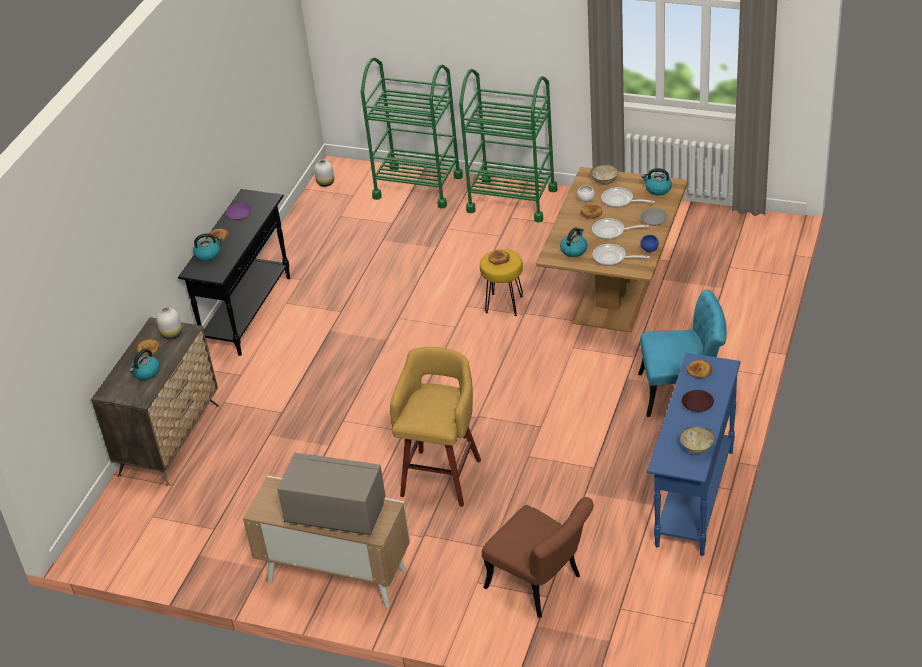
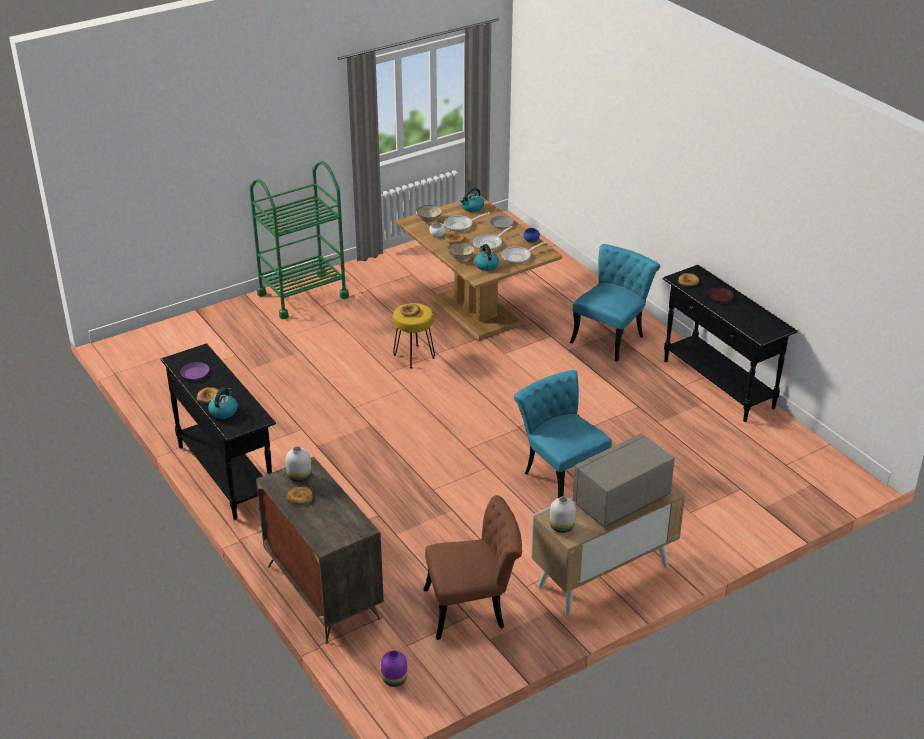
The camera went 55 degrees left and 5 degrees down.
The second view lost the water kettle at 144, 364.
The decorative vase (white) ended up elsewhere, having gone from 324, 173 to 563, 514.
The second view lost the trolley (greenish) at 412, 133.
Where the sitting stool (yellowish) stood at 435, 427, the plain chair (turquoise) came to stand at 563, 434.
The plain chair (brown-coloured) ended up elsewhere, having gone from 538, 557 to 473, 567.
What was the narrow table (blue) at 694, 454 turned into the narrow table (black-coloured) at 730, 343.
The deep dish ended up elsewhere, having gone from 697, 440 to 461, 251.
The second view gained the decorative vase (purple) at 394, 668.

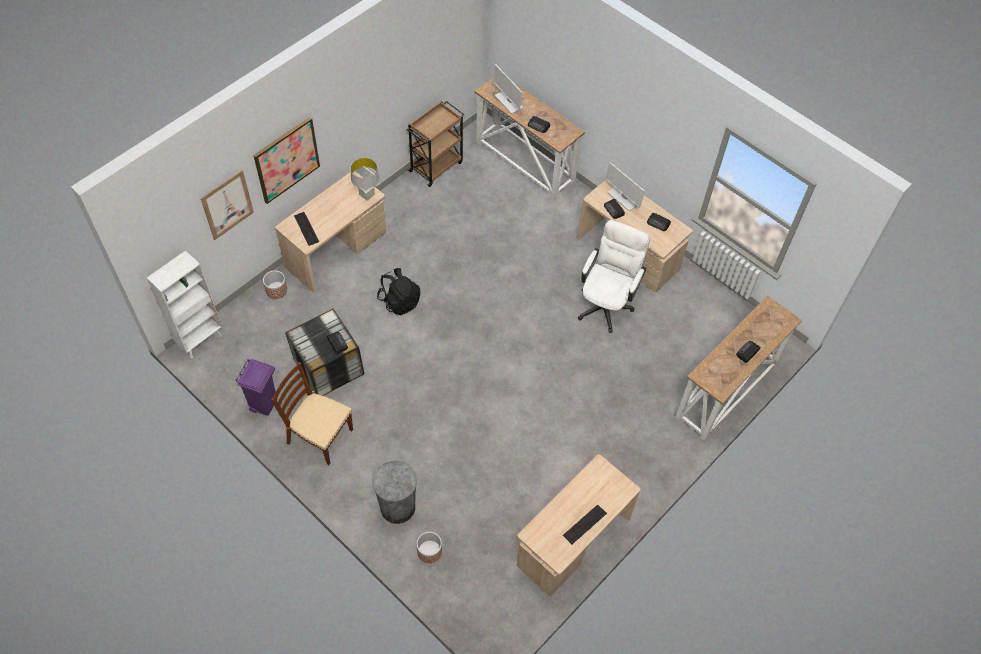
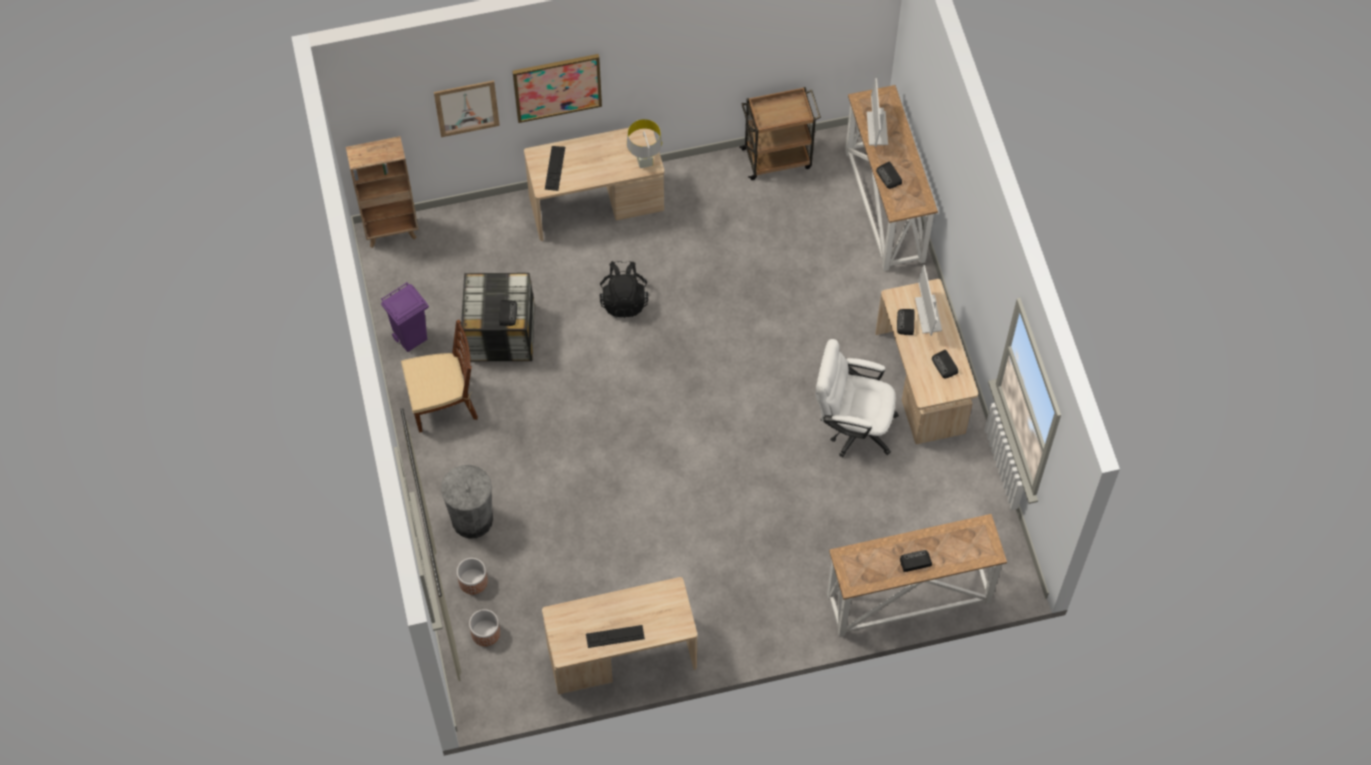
The camera went 35 degrees right and 5 degrees up.
What was the bookshelf (white) at 184, 304 turned into the bookshelf (brown-coloured) at 382, 192.
The flower pot ended up elsewhere, having gone from 275, 284 to 484, 627.
The plain chair (brown-coloured) at 312, 413 ended up facing another way, 105 degrees clockwise from before.
The desk chair (white) at 614, 276 ended up facing another way, 135 degrees counterclockwise from before.

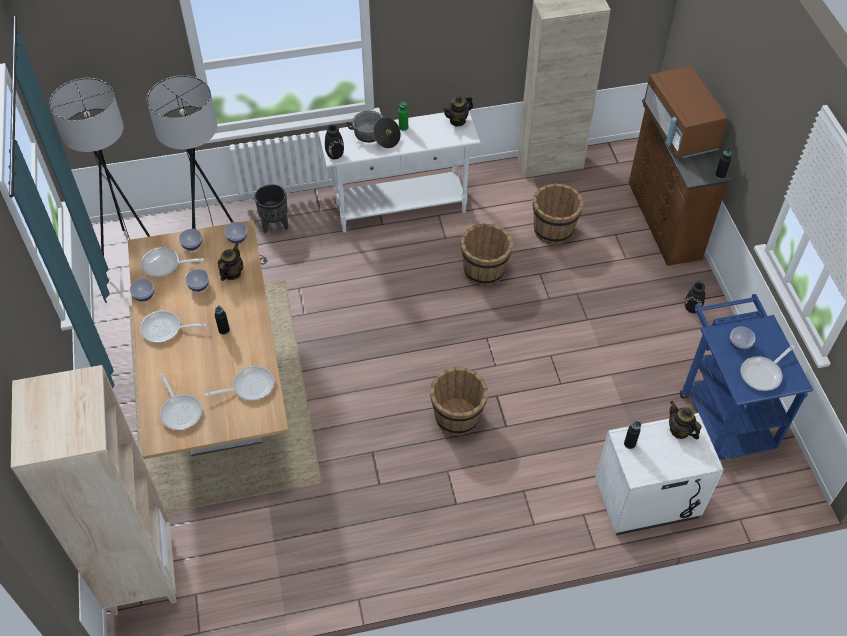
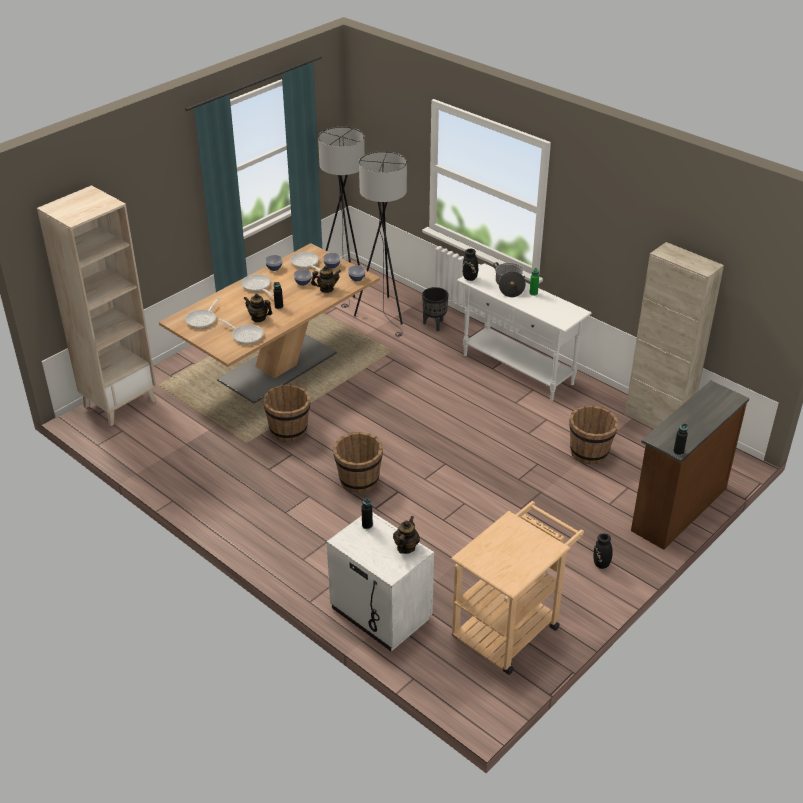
The camera went 55 degrees right and 15 degrees down.
The teapot ended up elsewhere, having gone from 458, 111 to 258, 308.
The bucket (brown-coloured) ended up elsewhere, having gone from 487, 255 to 286, 413.
The second view lost the microwave (brown-coloured) at 685, 112.
What was the trolley (blue) at 746, 377 turned into the trolley (beige-coloured) at 517, 588.
The second view lost the deep dish at 742, 339.
The second view lost the frying pan at 768, 368.

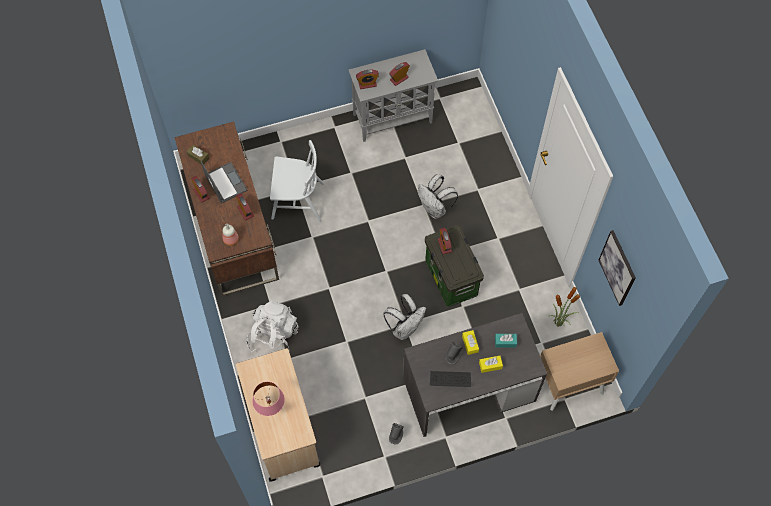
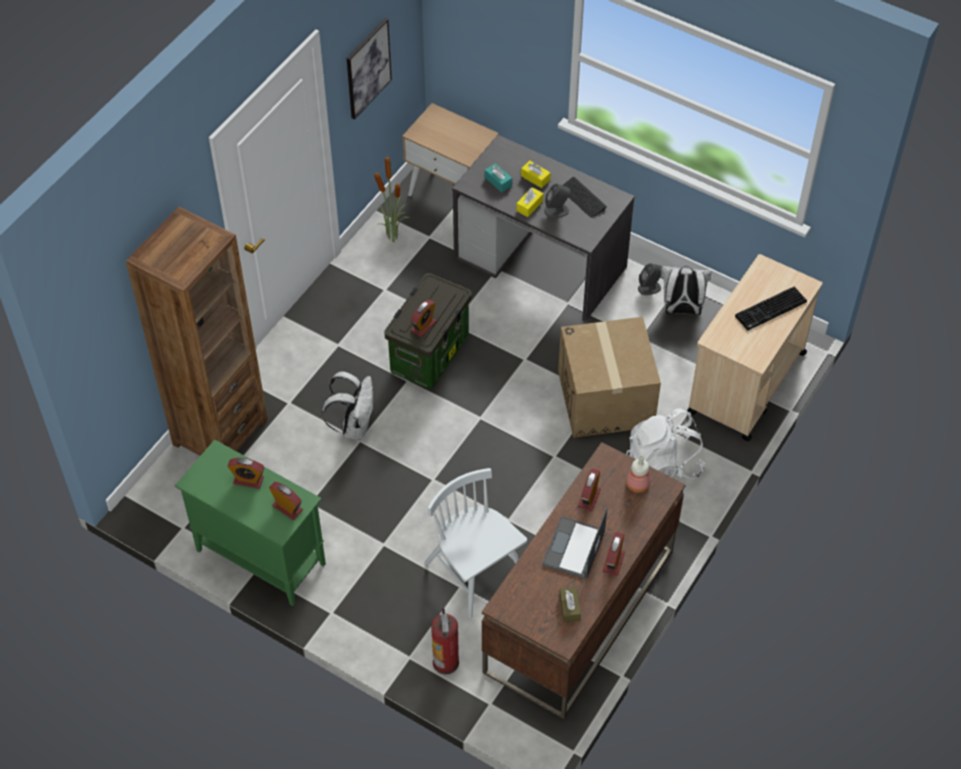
The camera went 130 degrees left and 10 degrees down.
Where the table lamp (pink-coloured) stood at 268, 399, the PC keyboard came to stand at 771, 308.
What was the cupboard (gray) at 393, 95 turned into the cupboard (greenish) at 250, 523.
The knapsack (white) ended up elsewhere, having gone from 404, 317 to 686, 290.
The second view gained the bookshelf (brown-coloured) at 197, 331.
The second view gained the fire extinguisher at 445, 641.
The second view gained the carton at 609, 377.

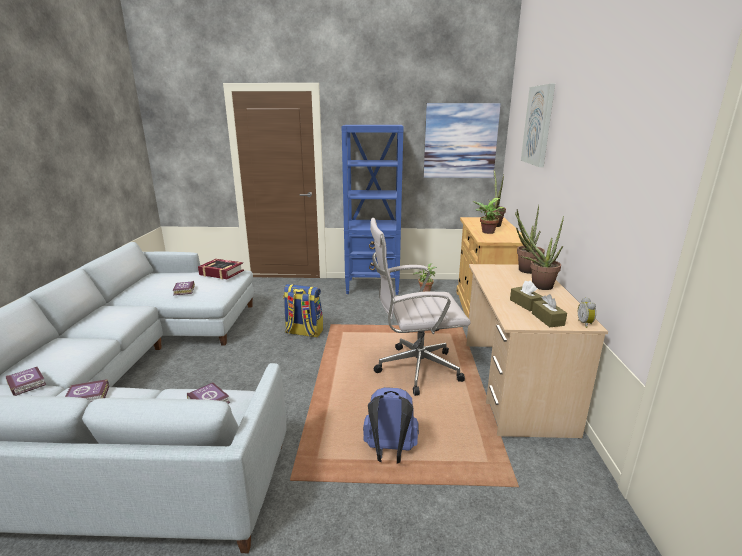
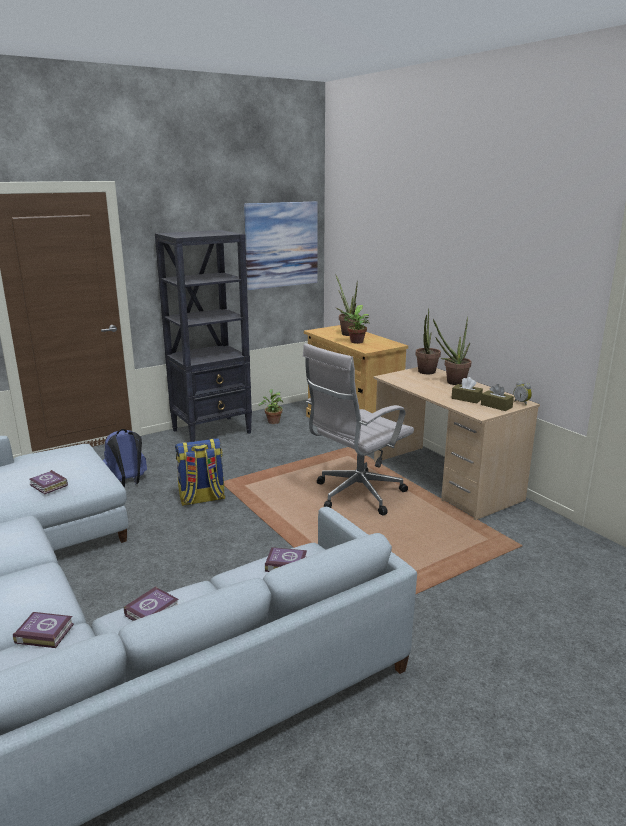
The camera went 35 degrees left and 0 degrees up.
The second view lost the bound book at 221, 269.
What was the bookshelf (blue) at 372, 210 turned into the bookshelf (black-coloured) at 203, 336.
The knapsack (blue) ended up elsewhere, having gone from 391, 425 to 125, 458.
The second view lost the wall picture at 538, 125.

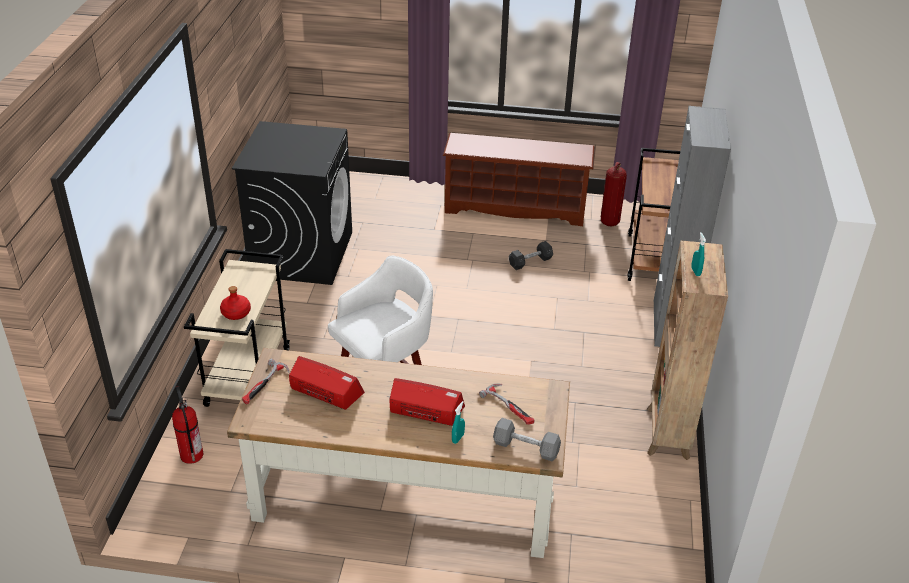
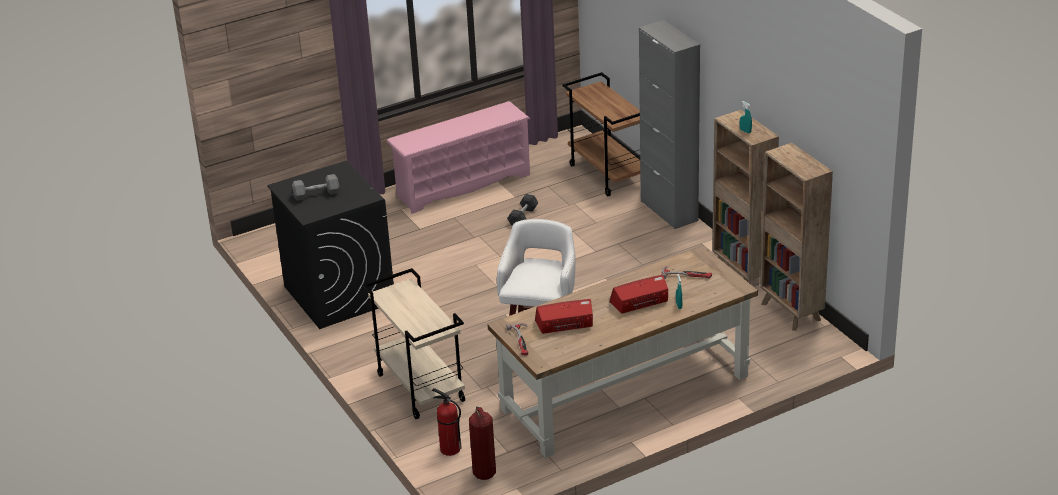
The camera went 35 degrees left and 5 degrees down.
The second view lost the bottle (red) at 235, 303.
What was the shoe rack (brown-coloured) at 519, 179 turned into the shoe rack (pink-coloured) at 458, 157.
The dumbbell (gray) ended up elsewhere, having gone from 527, 439 to 315, 187.
The fire extinguisher ended up elsewhere, having gone from 614, 194 to 482, 443.
The second view gained the bookshelf (brown-coloured) at 796, 237.

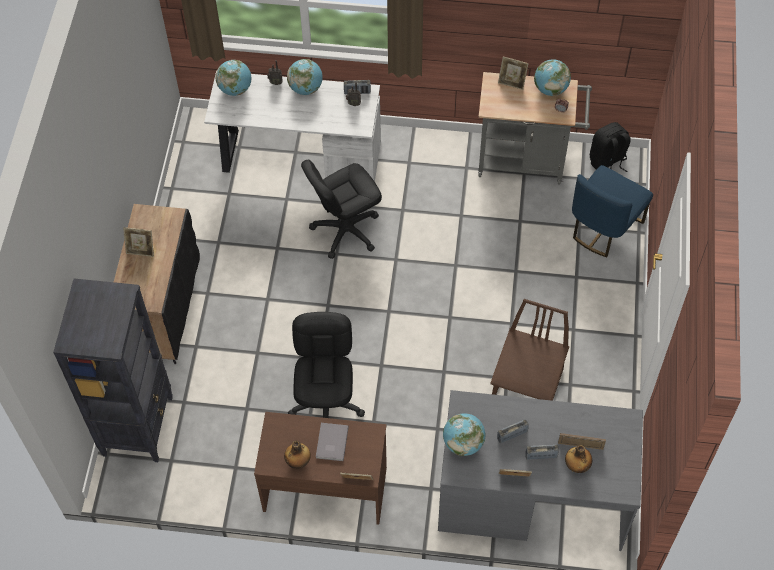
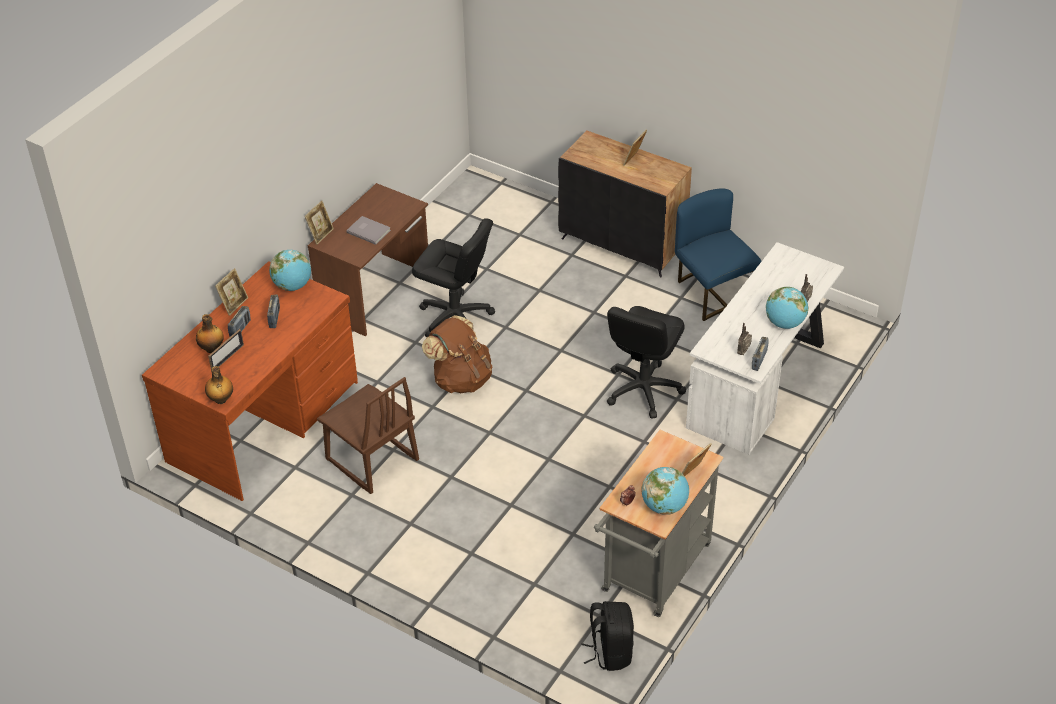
The camera went 115 degrees right and 15 degrees down.
The second view lost the bookshelf (black-coloured) at 113, 370.
The second view lost the desk globe at 233, 78.
The bottle ended up elsewhere, having gone from 297, 455 to 219, 385.
The desk chair (black-coloured) at 341, 209 ended up facing another way, 150 degrees counterclockwise from before.
What was the desk (gray) at 540, 470 turned into the desk (brown-coloured) at 250, 381.
The plain chair (blue) ended up elsewhere, having gone from 612, 211 to 718, 254.
The second view gained the knapsack (brown-coloured) at 457, 354.

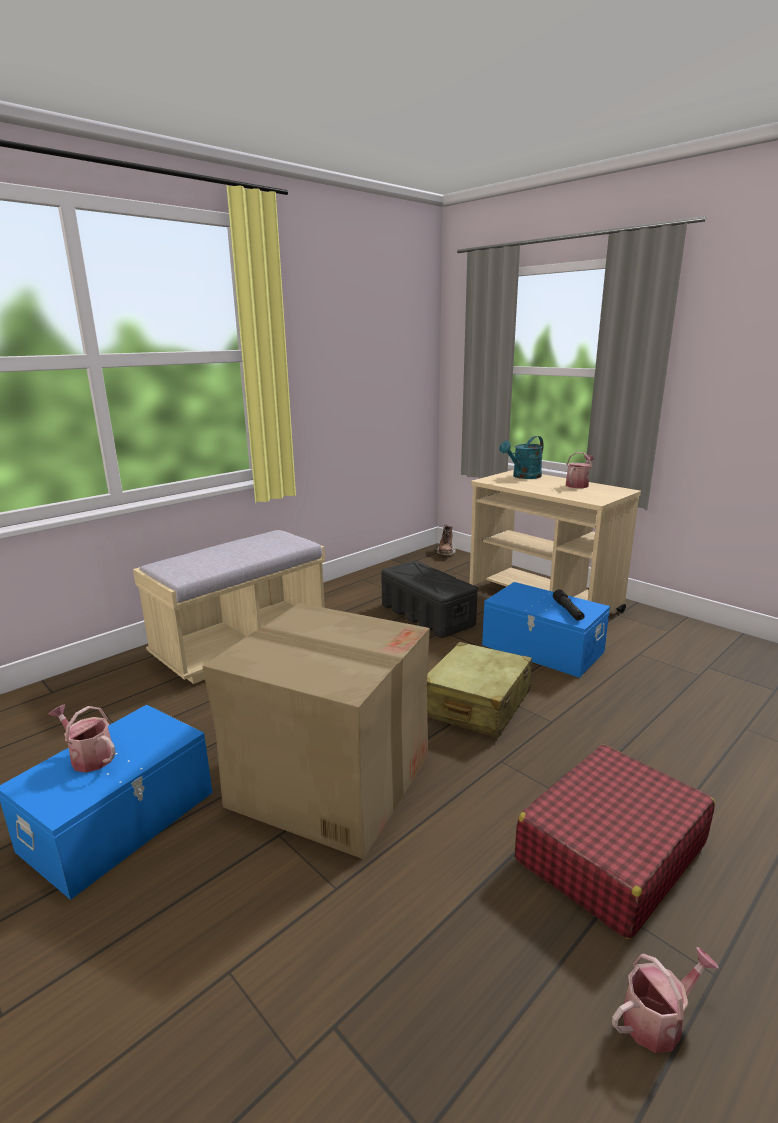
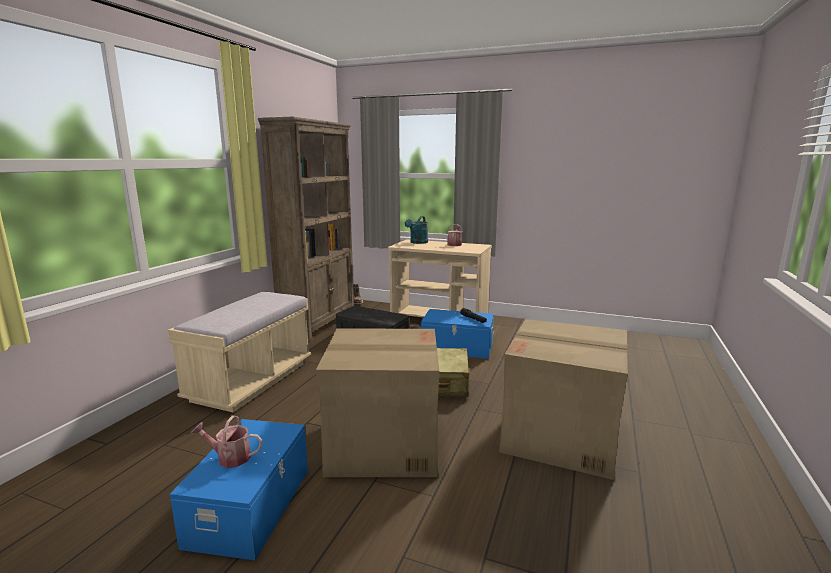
The camera went 25 degrees left and 5 degrees down.
Where the piece of luggage (red) stood at 615, 842, the carton came to stand at 563, 399.
The second view lost the sprinkling can at 665, 1000.
The second view gained the bookshelf (brown-coloured) at 306, 229.

